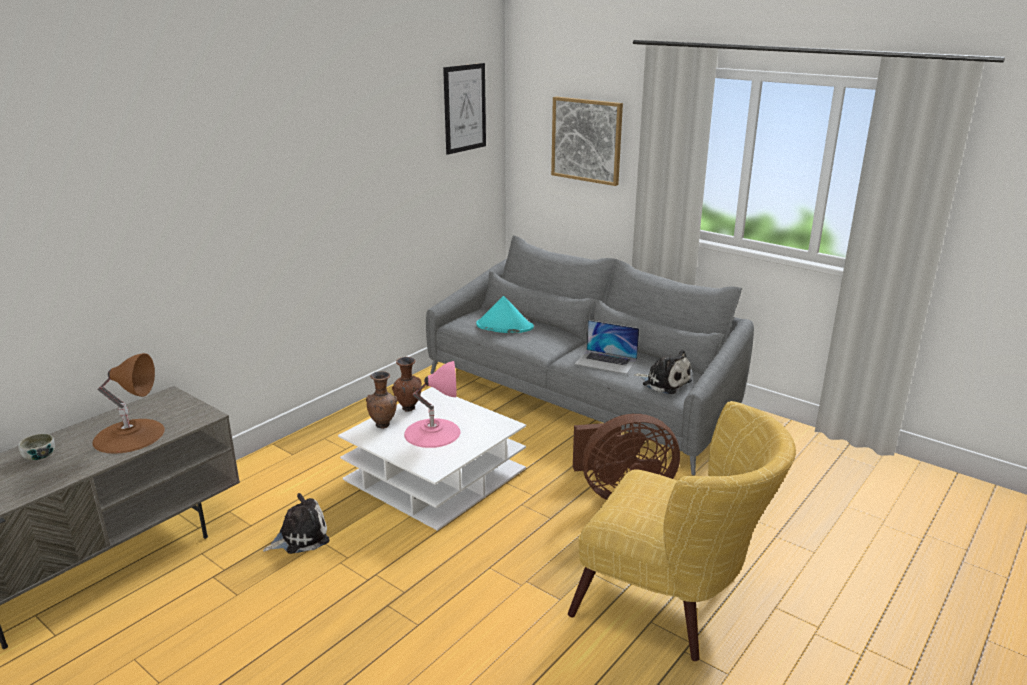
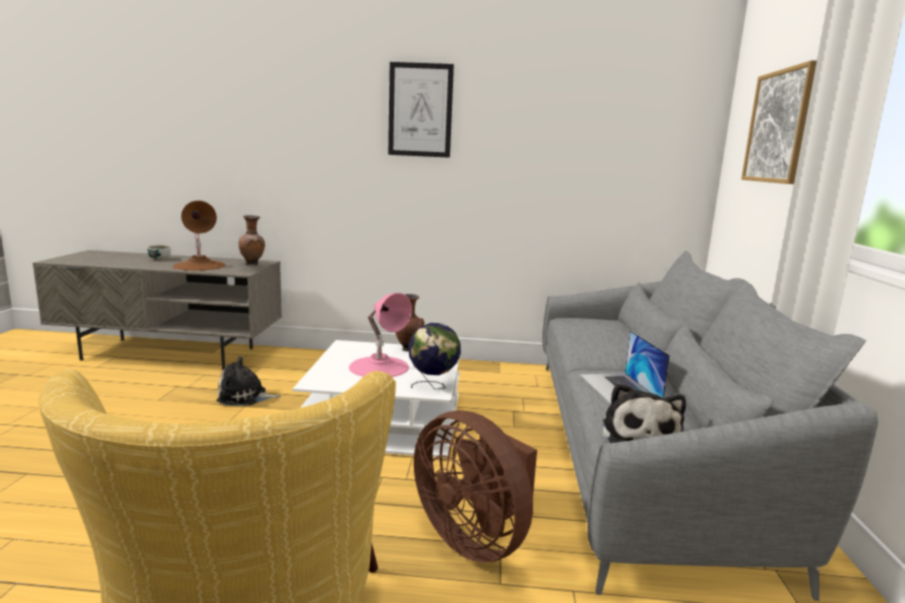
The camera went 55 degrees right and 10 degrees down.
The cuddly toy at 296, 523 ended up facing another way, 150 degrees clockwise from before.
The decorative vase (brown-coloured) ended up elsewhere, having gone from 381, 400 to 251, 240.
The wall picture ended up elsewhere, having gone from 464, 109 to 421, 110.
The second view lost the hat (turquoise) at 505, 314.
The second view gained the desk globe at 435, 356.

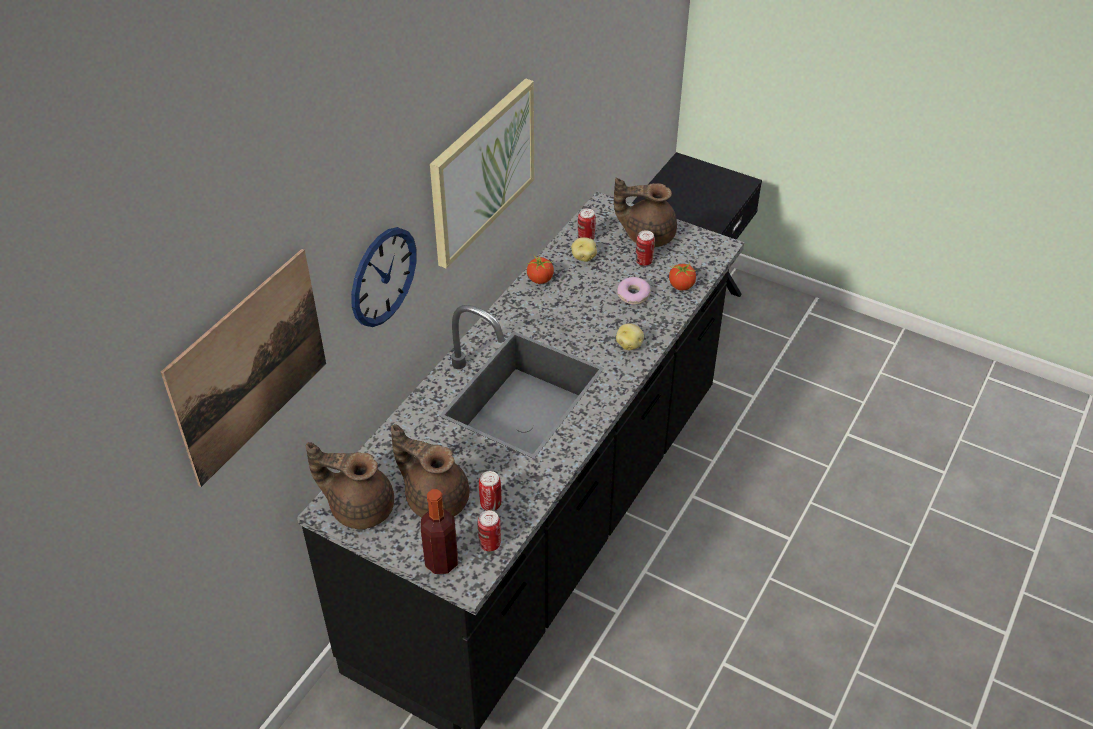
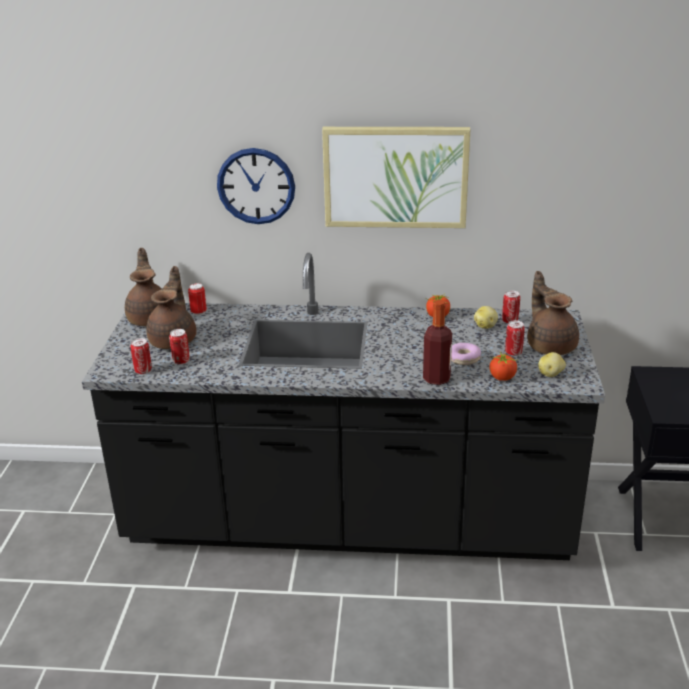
The camera went 65 degrees right and 15 degrees down.
The second view lost the wall picture at 243, 368.
The bottle ended up elsewhere, having gone from 439, 531 to 437, 342.
The whole potato ended up elsewhere, having gone from 630, 336 to 552, 364.
The second view gained the can at 197, 299.

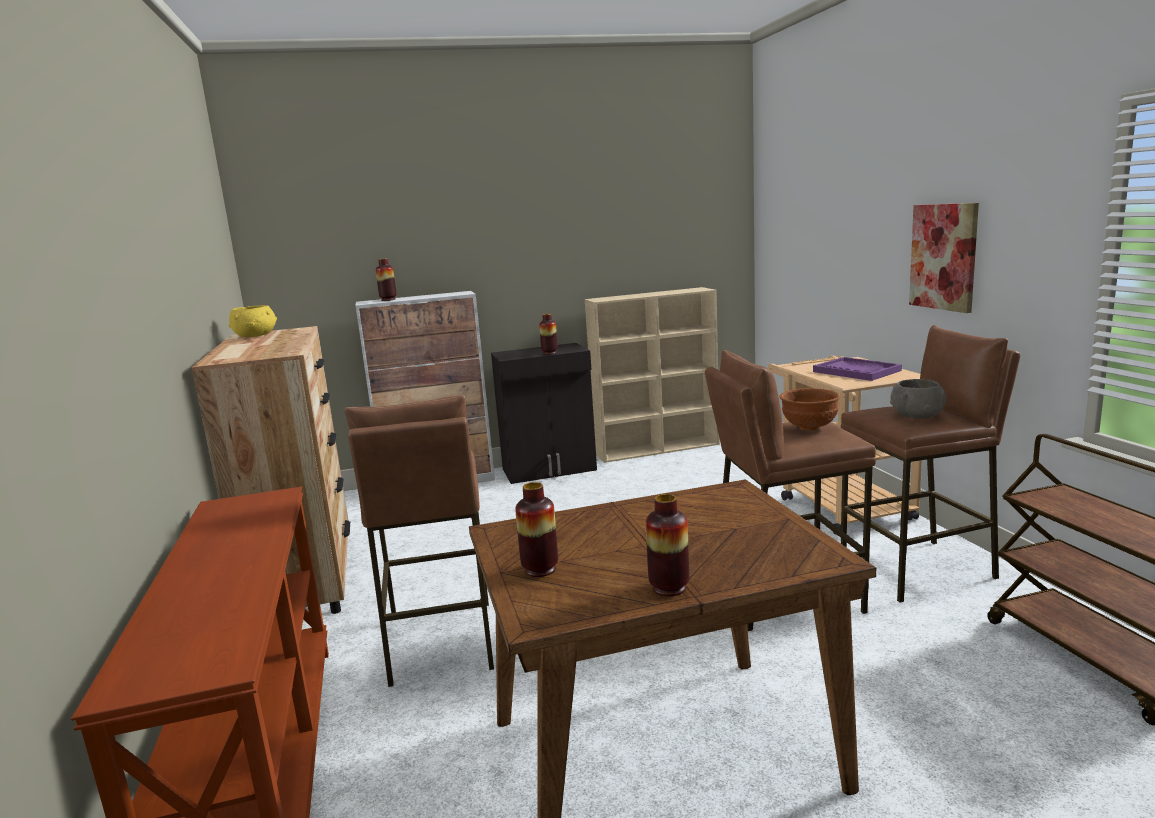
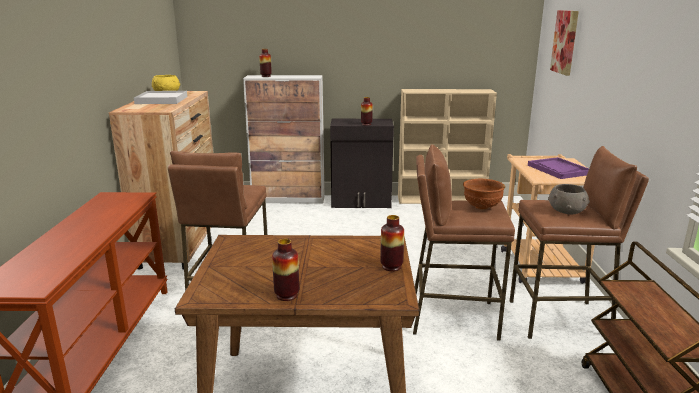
The camera went 15 degrees right and 5 degrees up.
The decorative vase ended up elsewhere, having gone from 536, 529 to 392, 243.
The wall picture ended up elsewhere, having gone from 944, 258 to 564, 43.
The second view gained the tray (white) at 160, 97.

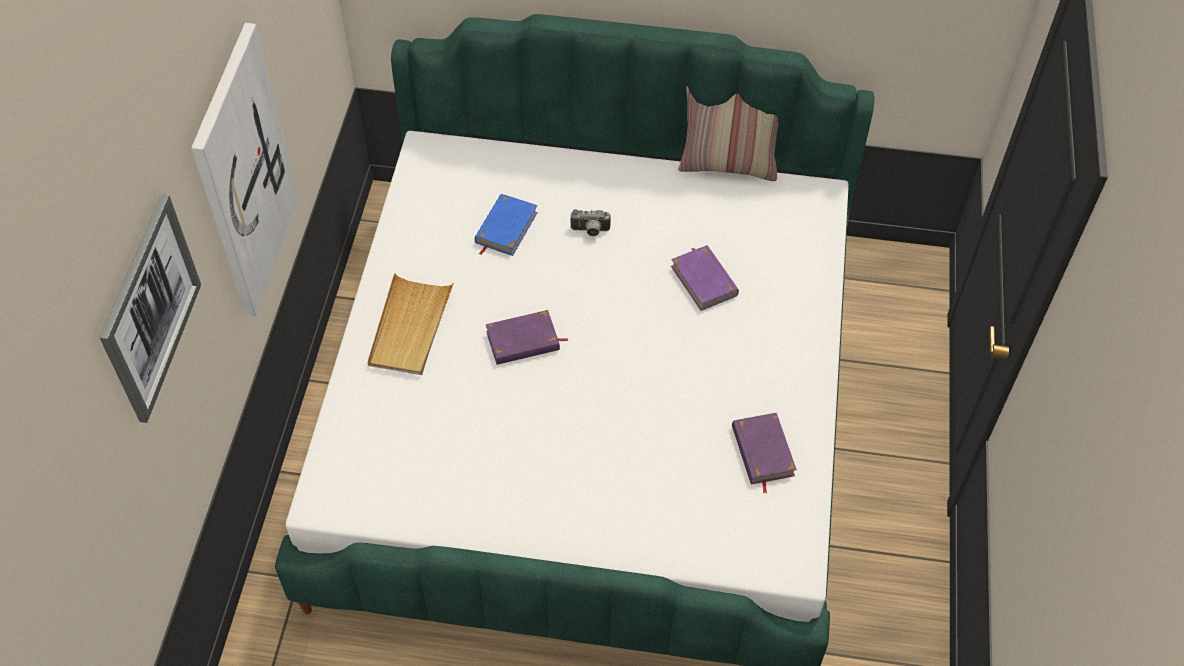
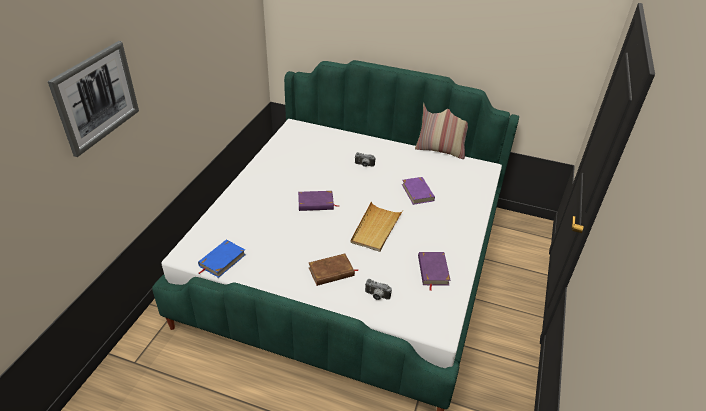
The camera went 10 degrees right and 15 degrees down.
The second view lost the wall picture at 244, 170.
The tray (beige-coloured) ended up elsewhere, having gone from 410, 324 to 377, 227.
The bound book (blue) ended up elsewhere, having gone from 506, 225 to 222, 258.
The second view gained the bound book (brown-coloured) at 334, 270.
The second view gained the still camera at 378, 289.

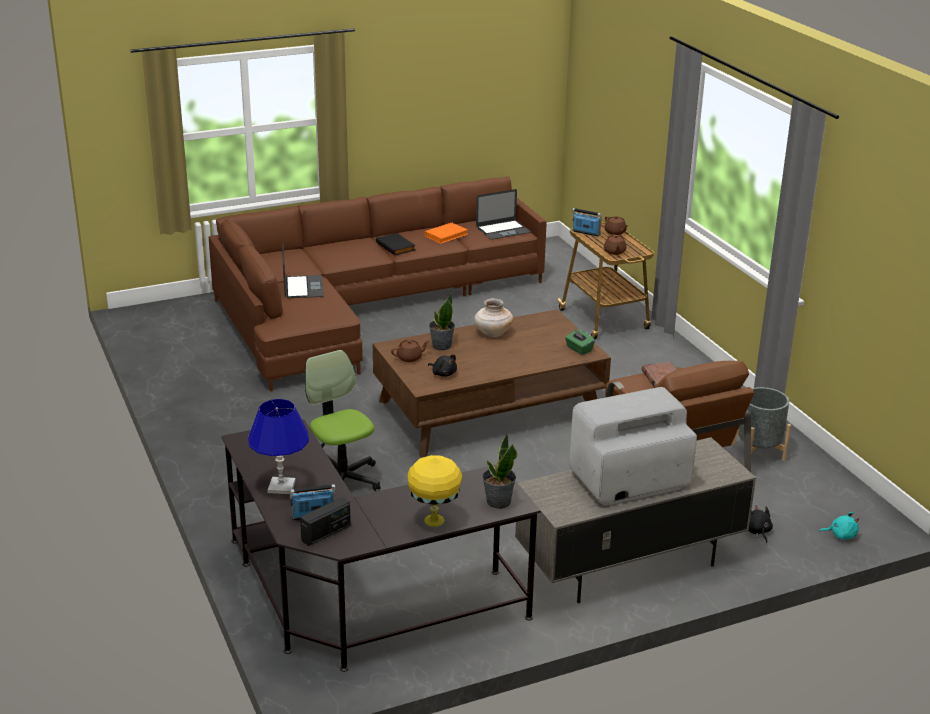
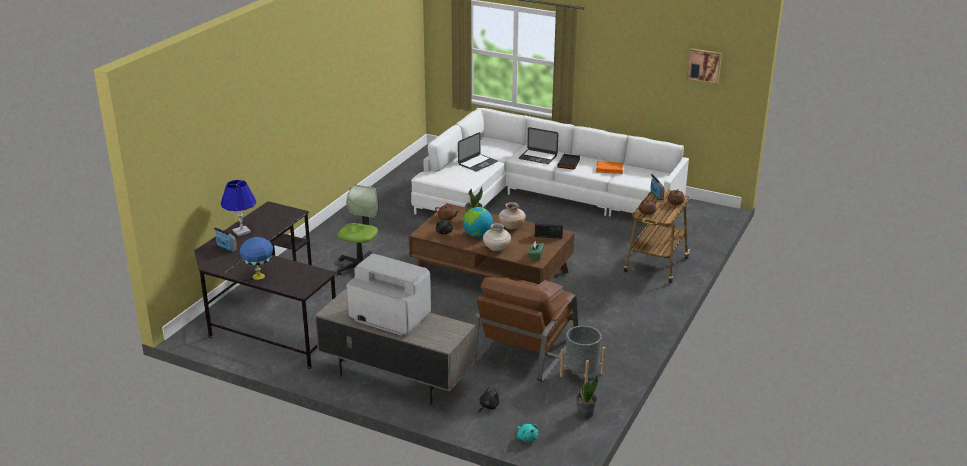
The camera went 50 degrees right and 0 degrees up.
What was the couch (brown-coloured) at 378, 284 turned into the couch (white) at 550, 162.
The radio receiver ended up elsewhere, having gone from 325, 521 to 549, 230.
What was the table lamp (yellowish) at 435, 491 turned into the table lamp (blue) at 256, 258.
The portable computer ended up elsewhere, having gone from 503, 214 to 538, 145.
The potted plant ended up elsewhere, having gone from 499, 471 to 587, 397.
The second view gained the desk globe at 478, 222.
The second view gained the decorative vase (beige-coloured) at 497, 237.
The second view gained the wall picture at 704, 66.

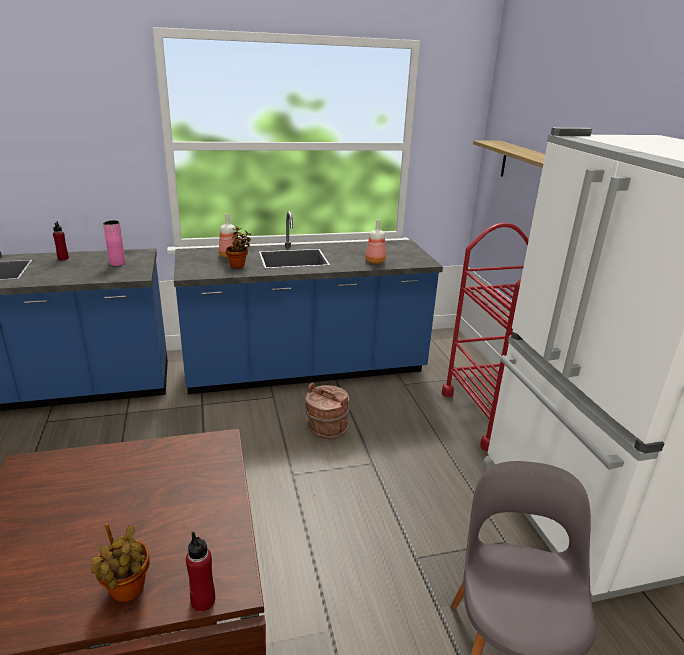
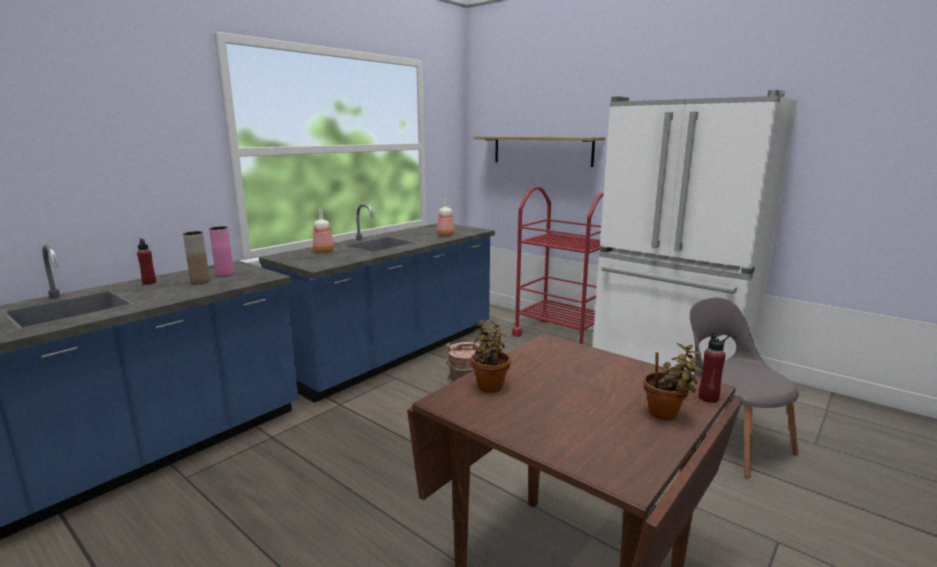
The camera went 35 degrees left and 10 degrees down.
The potted plant ended up elsewhere, having gone from 238, 247 to 491, 356.
The second view gained the decorative vase (brown-coloured) at 196, 257.

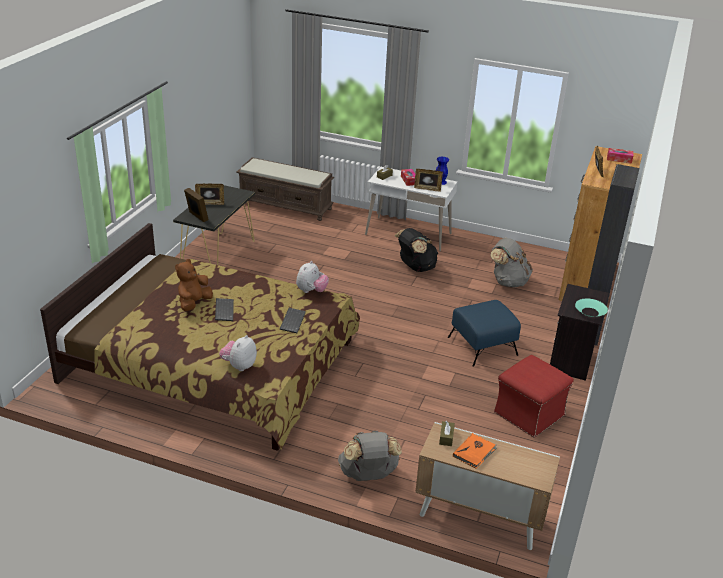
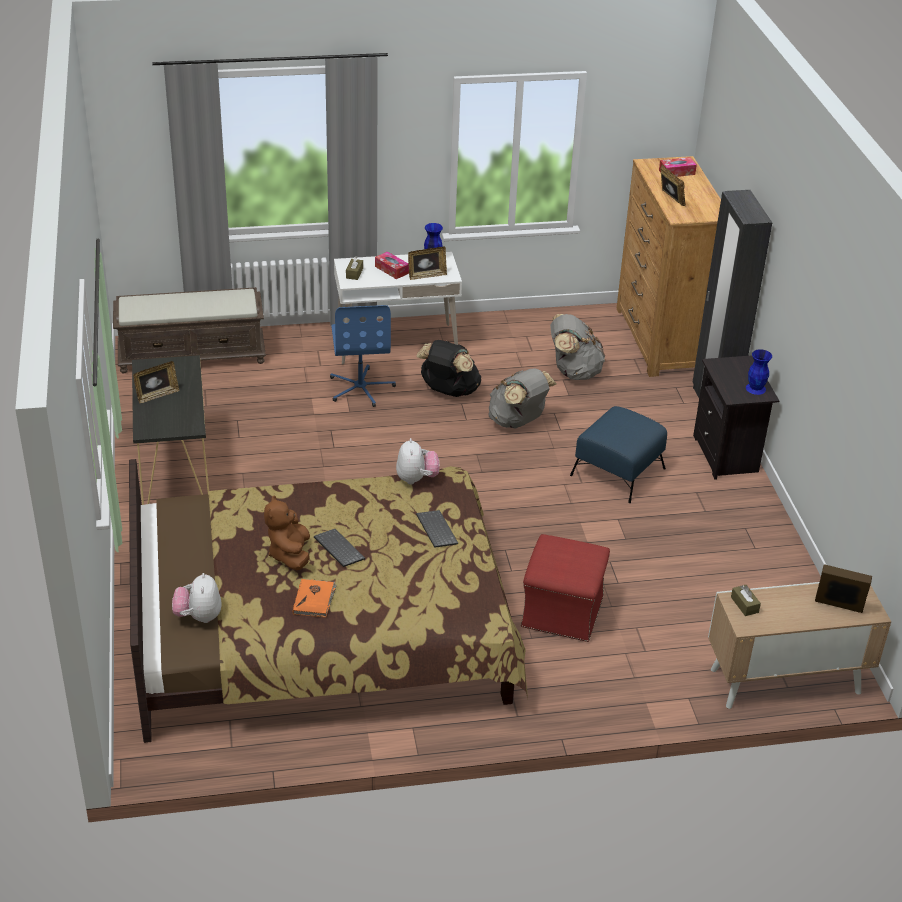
The camera went 30 degrees left and 5 degrees up.
The photo frame ended up elsewhere, having gone from 196, 205 to 843, 588.
The cuddly toy ended up elsewhere, having gone from 238, 353 to 197, 598.
The knapsack (gray) ended up elsewhere, having gone from 370, 455 to 522, 398.
The bound book (orange-coloured) ended up elsewhere, having gone from 475, 451 to 315, 598.
The ottoman (red) ended up elsewhere, having gone from 534, 396 to 565, 588.
Where the deep dish (turquoise) stood at 591, 308, the decorative vase (blue) came to stand at 759, 372.
The second view gained the desk chair (blue) at 363, 356.

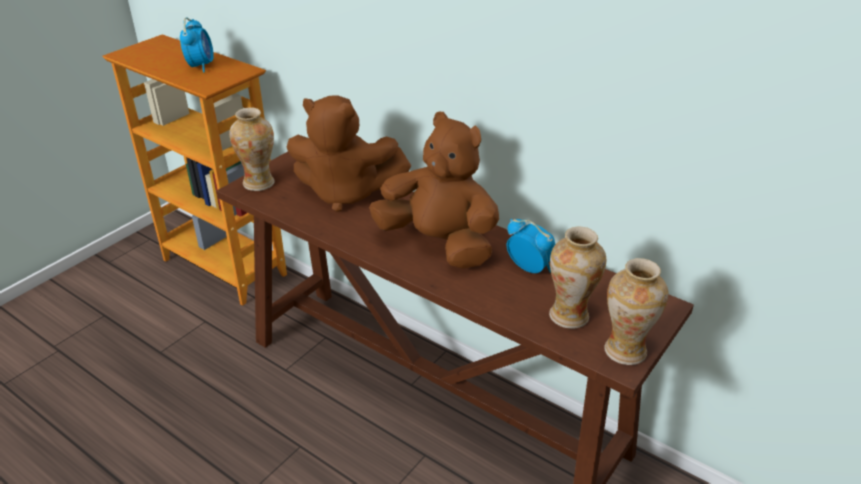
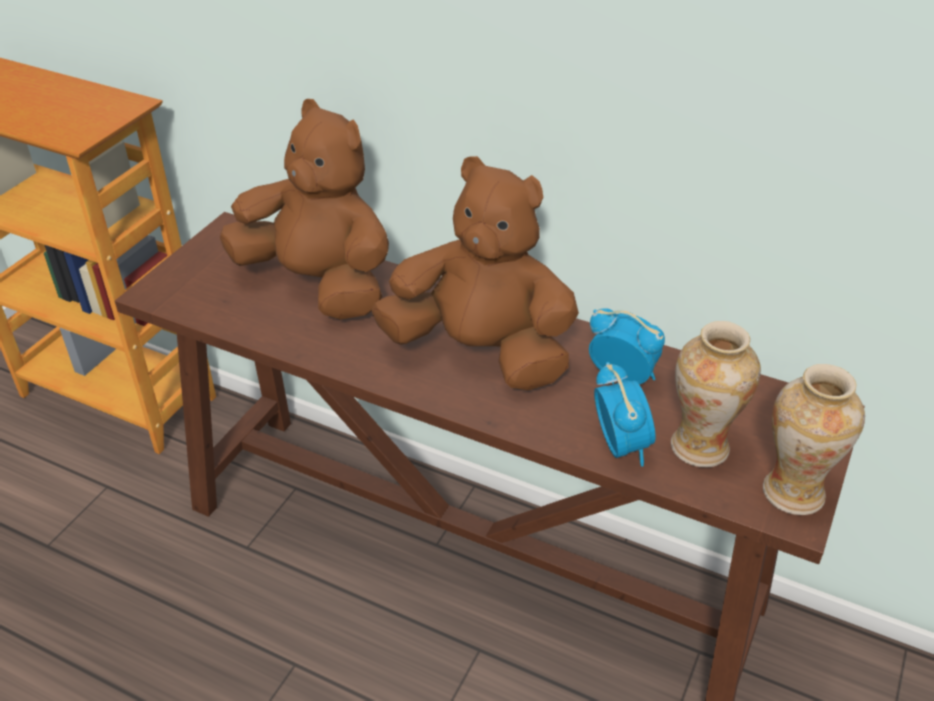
The camera went 10 degrees left and 5 degrees up.
The alarm clock ended up elsewhere, having gone from 197, 45 to 625, 414.
The second view lost the decorative vase at 252, 149.
The cuddly toy (brown-coloured) at 349, 153 ended up facing another way, 150 degrees counterclockwise from before.

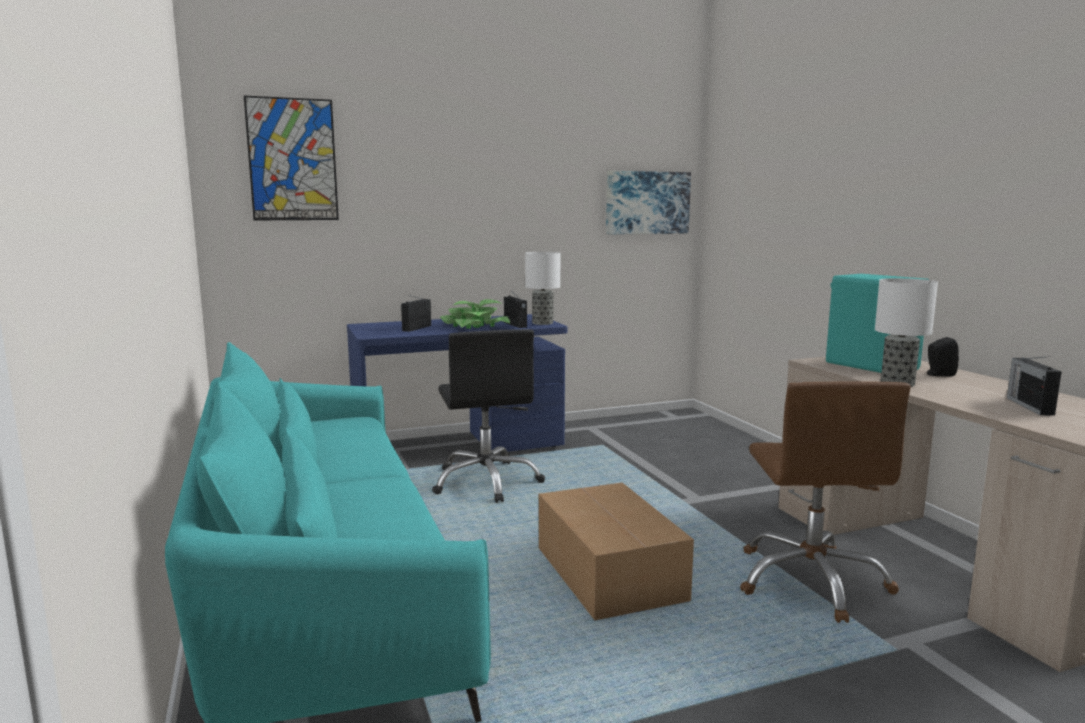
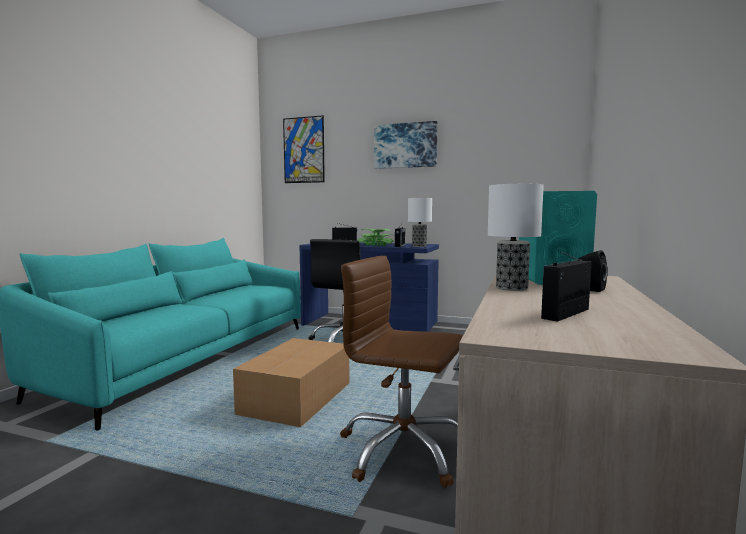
The camera went 40 degrees right and 5 degrees down.
The wall picture ended up elsewhere, having gone from 648, 203 to 405, 145.
The desk chair (brown-coloured) at 825, 502 ended up facing another way, 75 degrees clockwise from before.

